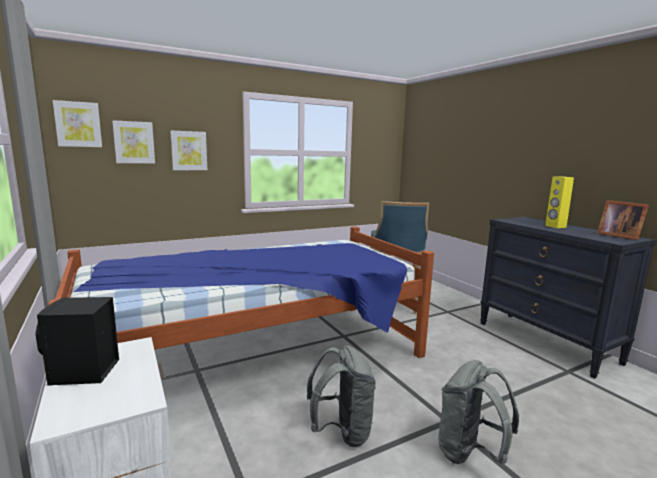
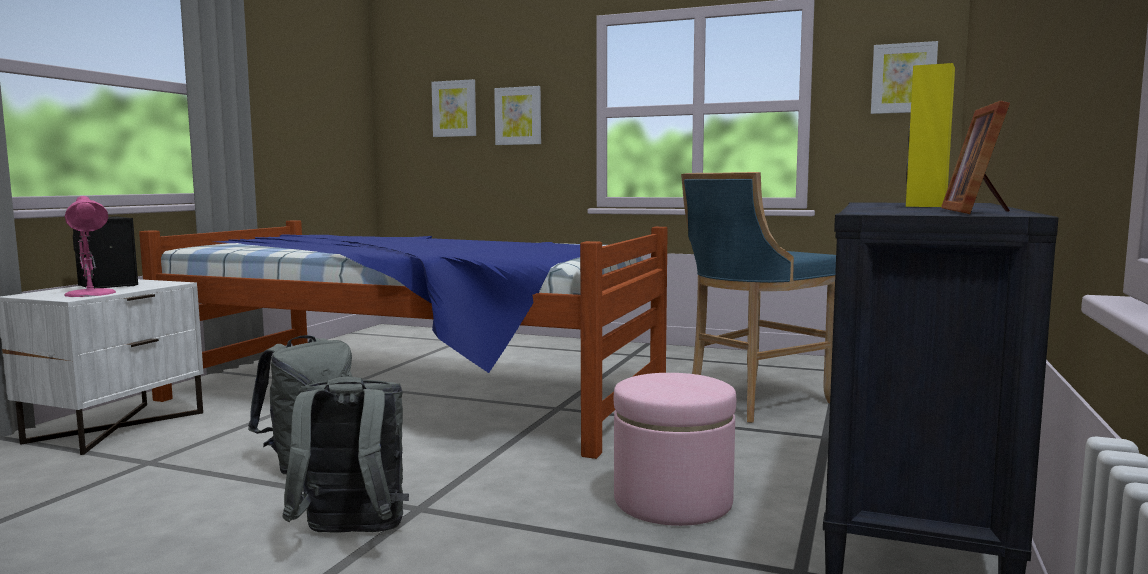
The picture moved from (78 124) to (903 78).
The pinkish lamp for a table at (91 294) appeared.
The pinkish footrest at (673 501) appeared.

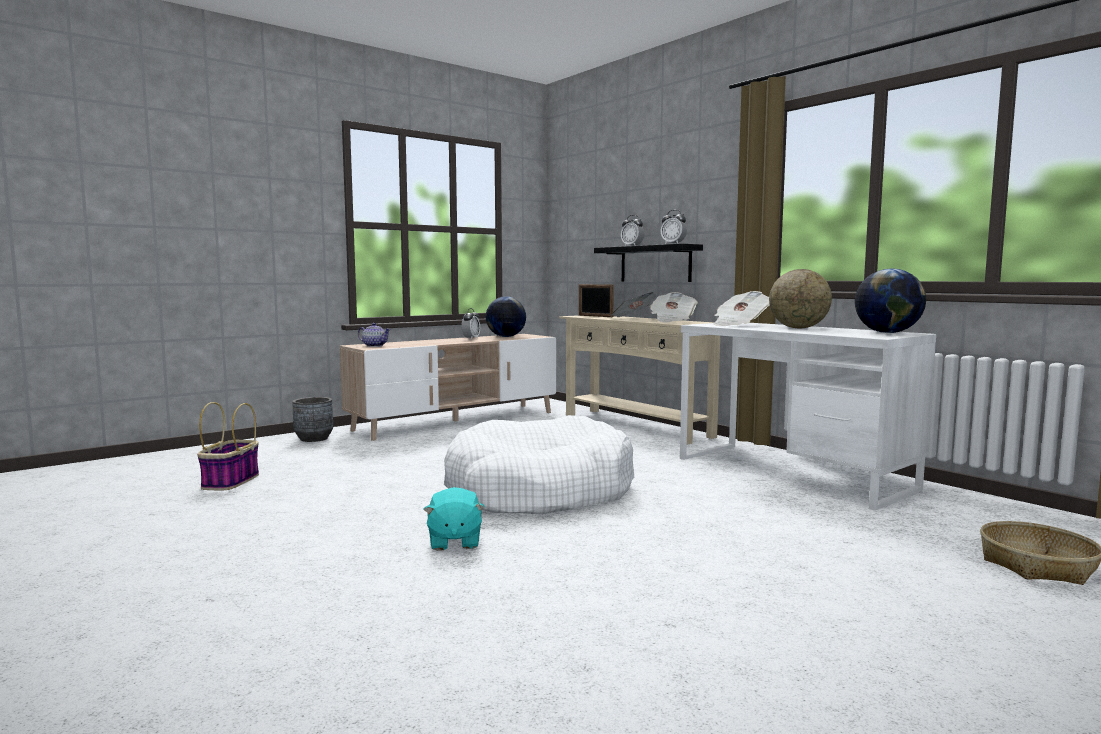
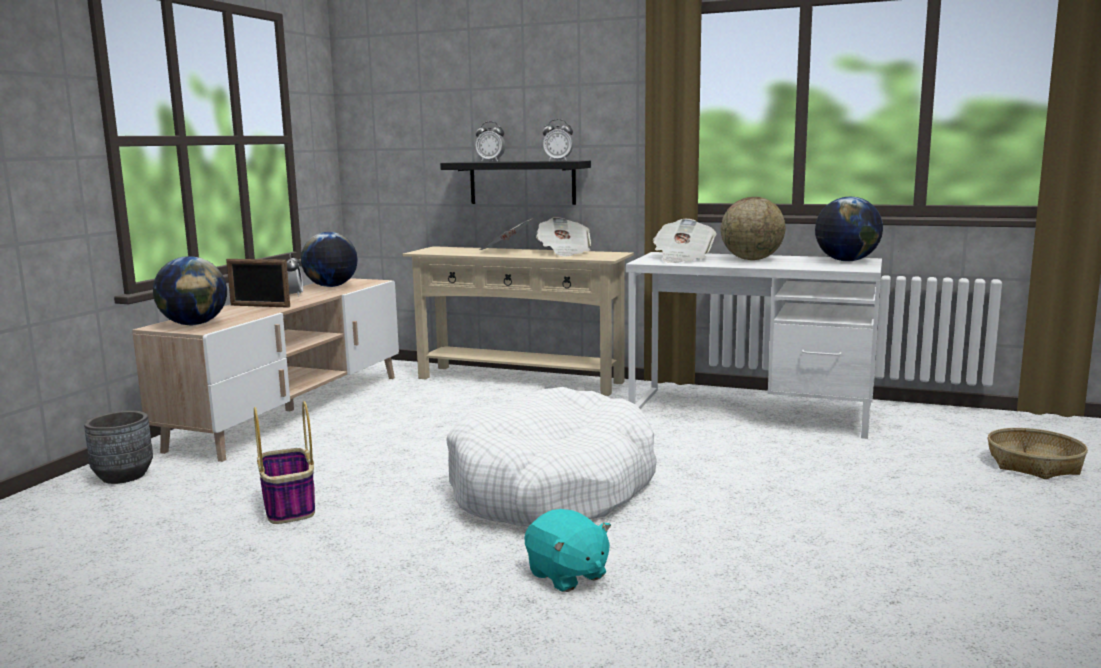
The photo frame moved from (595 316) to (260 306).
The teapot at (374 346) was replaced by the globe at (194 324).
The storage basket moved from (230 482) to (289 507).

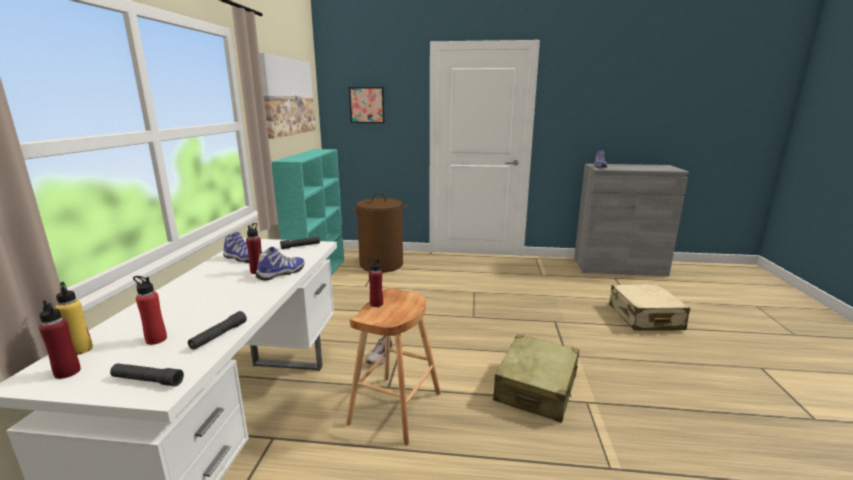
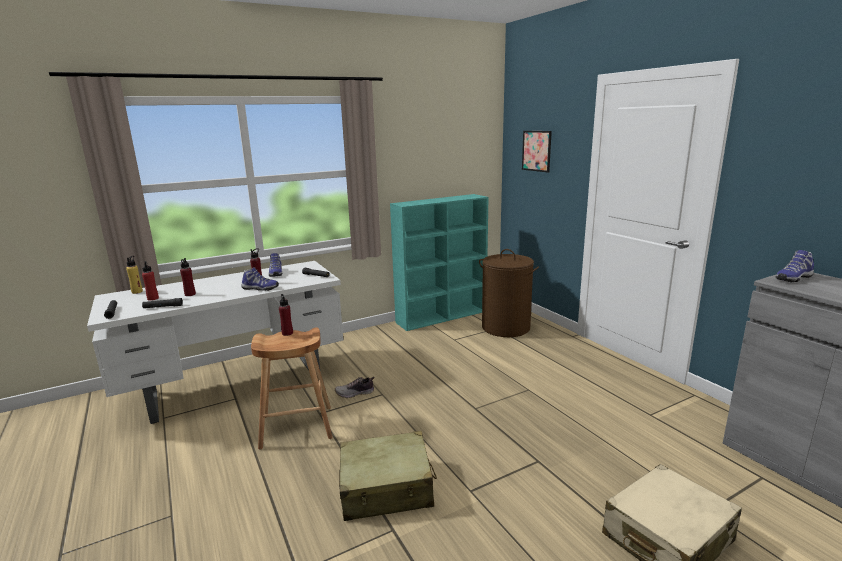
The picture at (287 97) disappeared.
The red-coloured beverage bottle moved from (67 372) to (190 294).

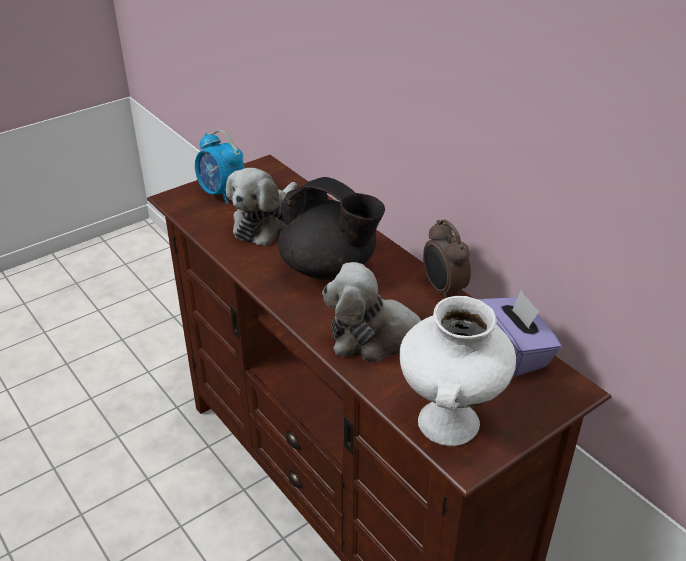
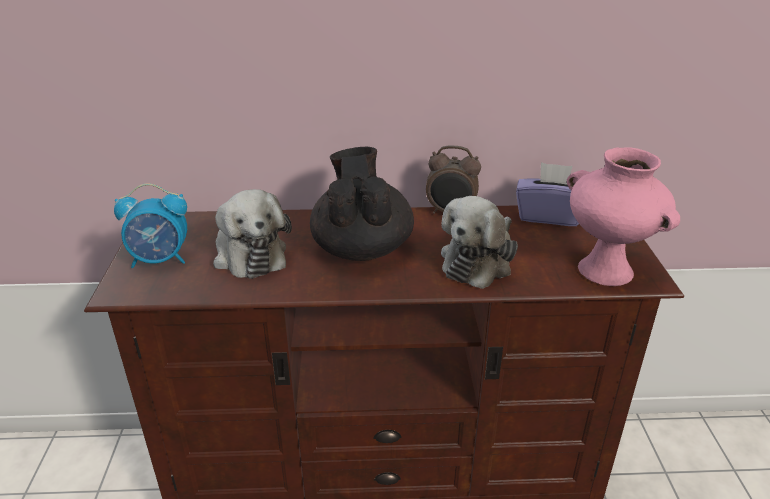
The blackish teapot at (329 268) turned 75 degrees counterclockwise.
The whitish vase at (450 424) became the pinkish vase at (607 270).

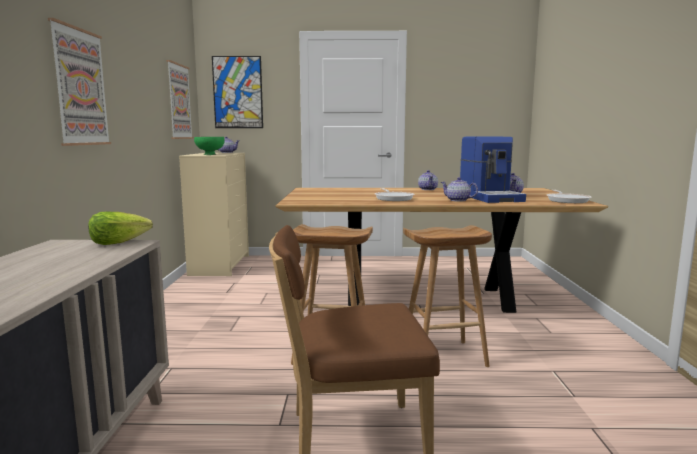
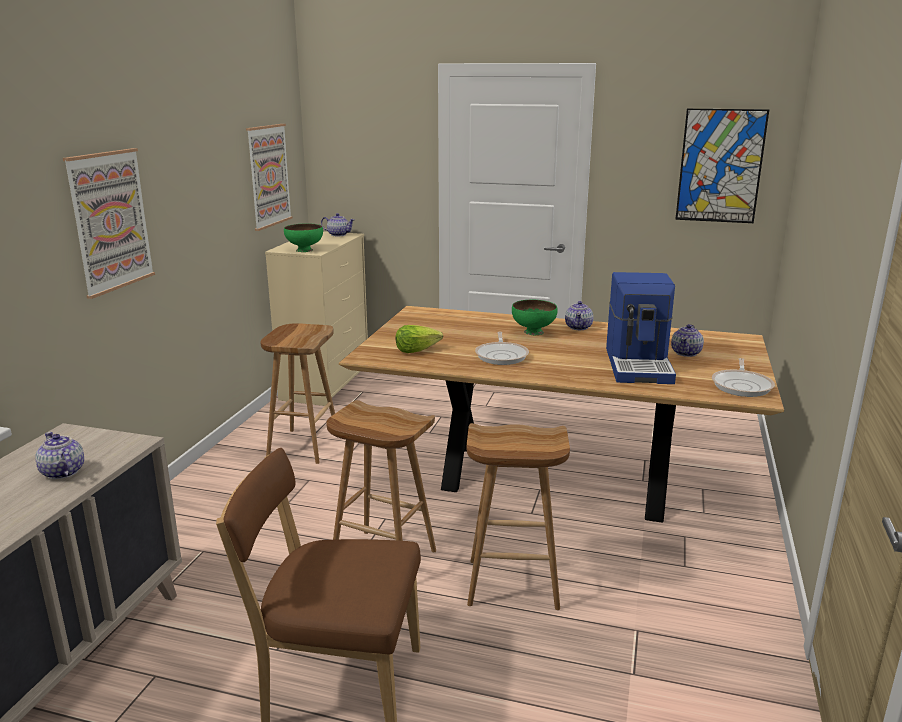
The picture moved from (237 92) to (720 166).
The teapot moved from (458 200) to (62 472).
The lettuce moved from (119 242) to (416 350).
The green serving bowl at (533 332) appeared.
The brownish sitting stool at (303 445) appeared.

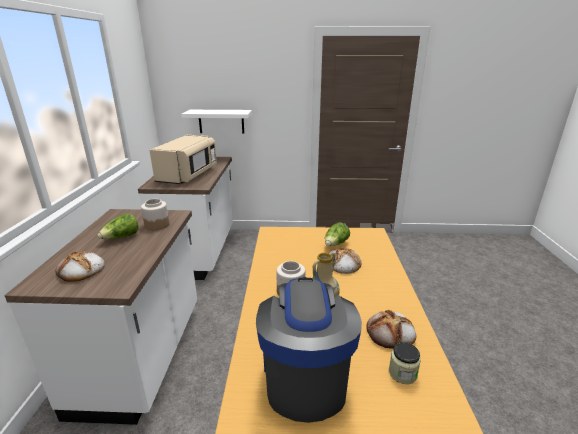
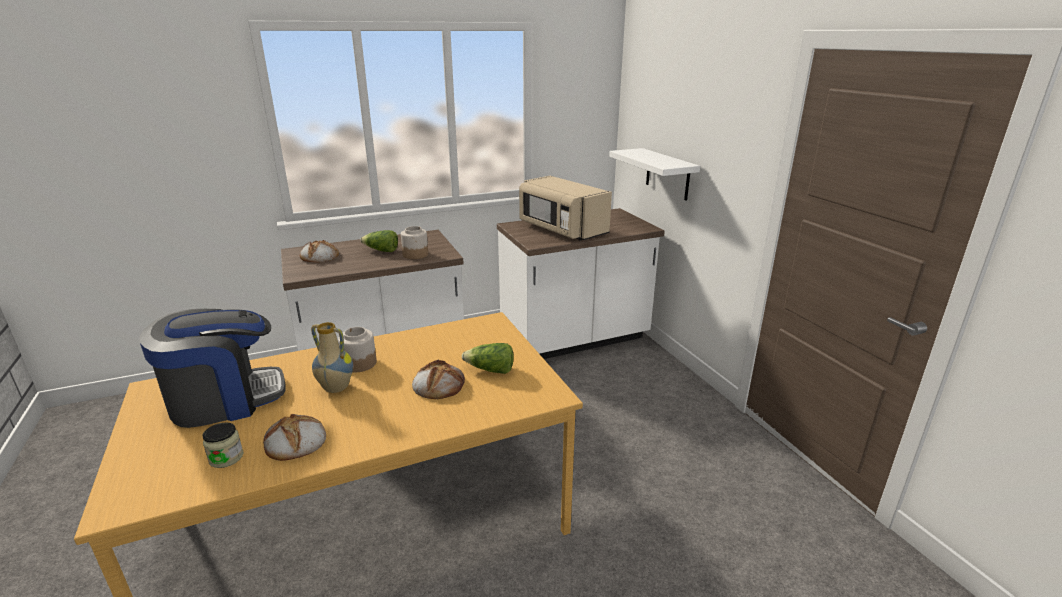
The beige microwave at (188 175) turned 60 degrees clockwise.

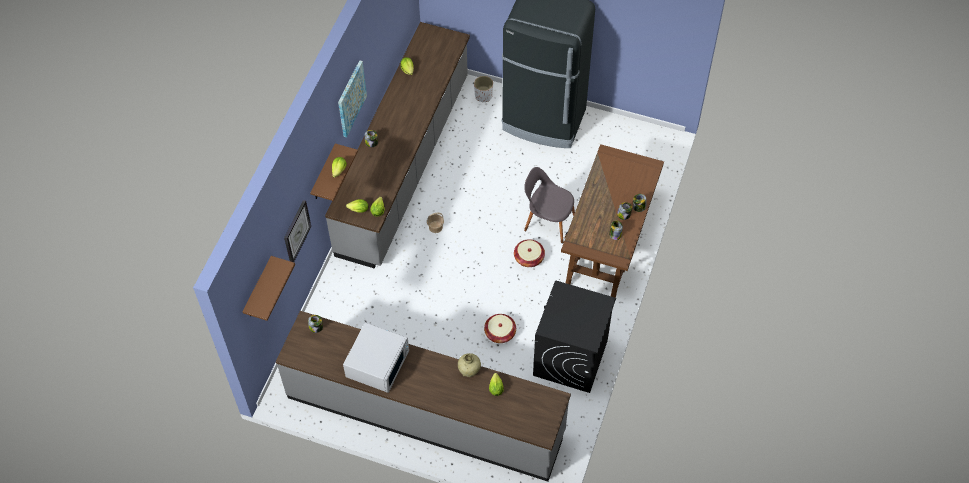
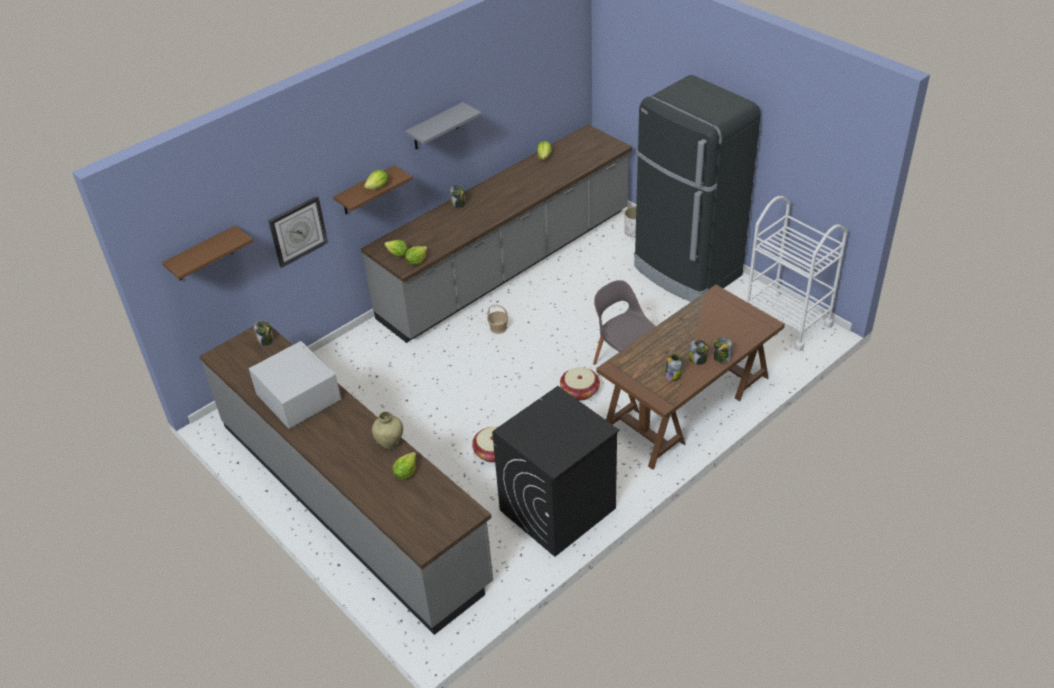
The picture at (351 98) was replaced by the grey wall shelf at (435 127).
The whitish microwave at (378 363) turned 90 degrees counterclockwise.
The whitish wheeled cart at (787 321) appeared.

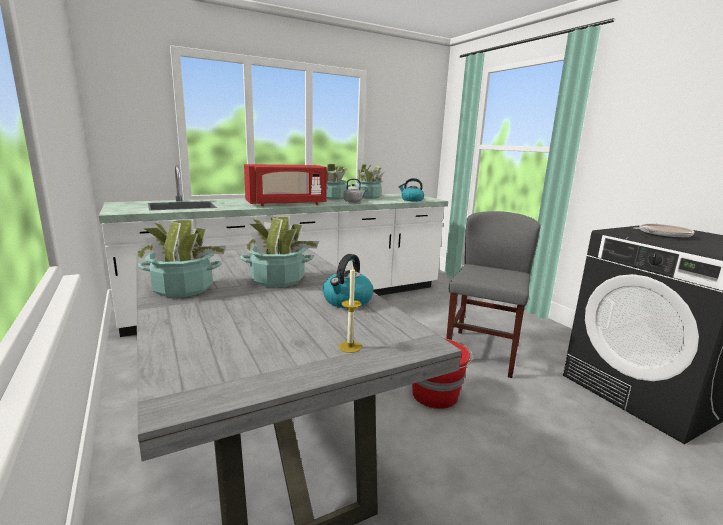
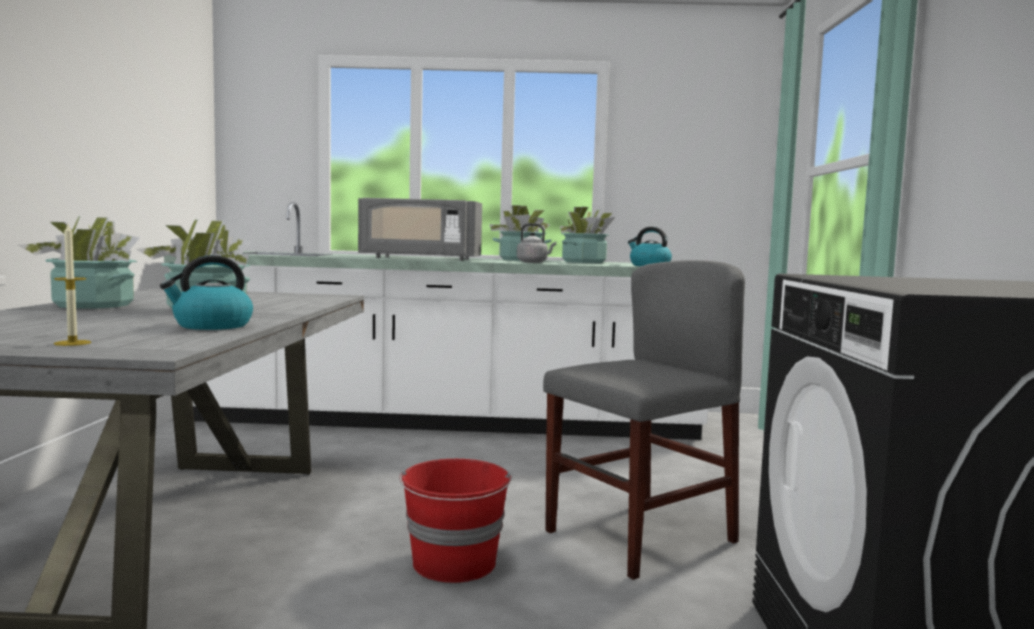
The red-coloured microwave at (287 204) became the grey microwave at (420 258).
The pan at (662 234) disappeared.

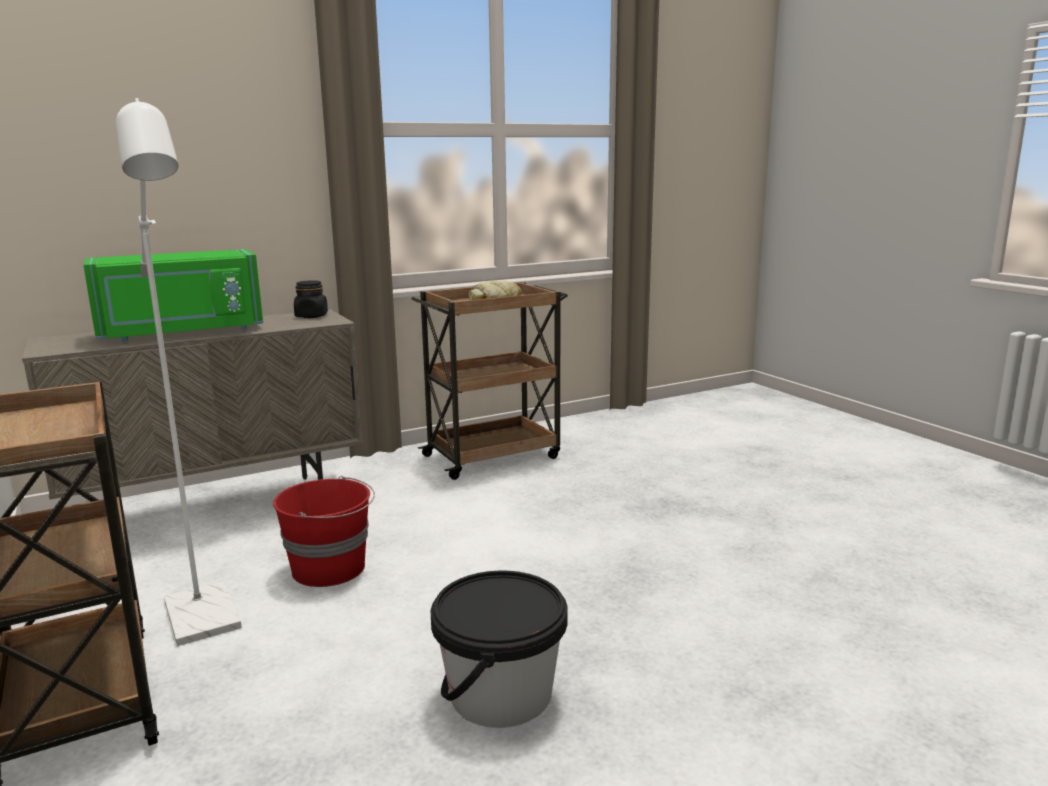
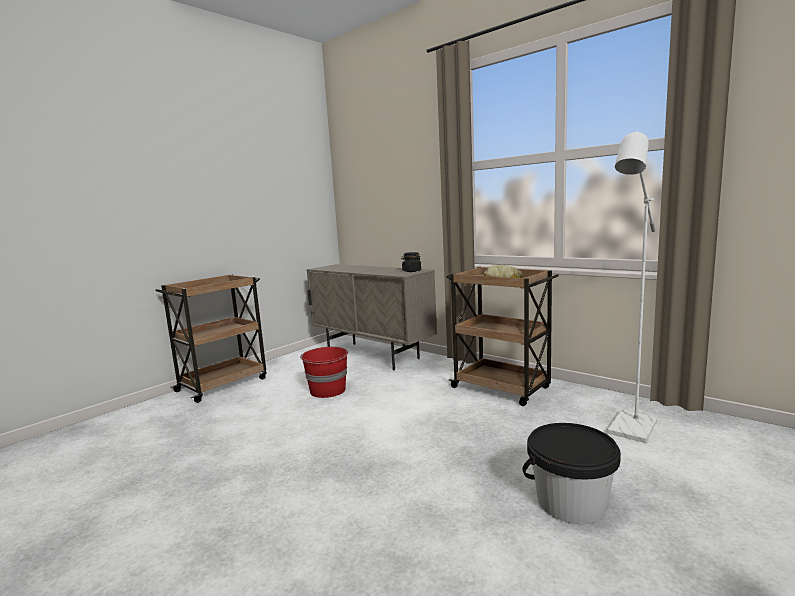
The whitish floor lamp moved from (206 624) to (630 432).
The green microwave at (182 333) disappeared.
The blackish bucket moved from (500 694) to (570 502).

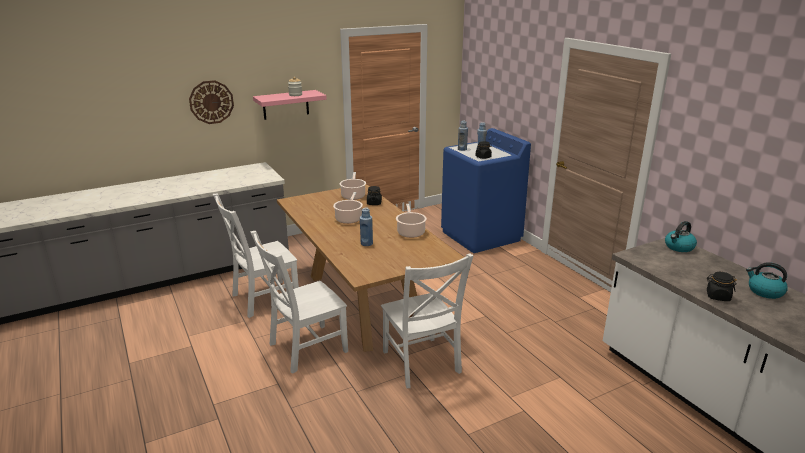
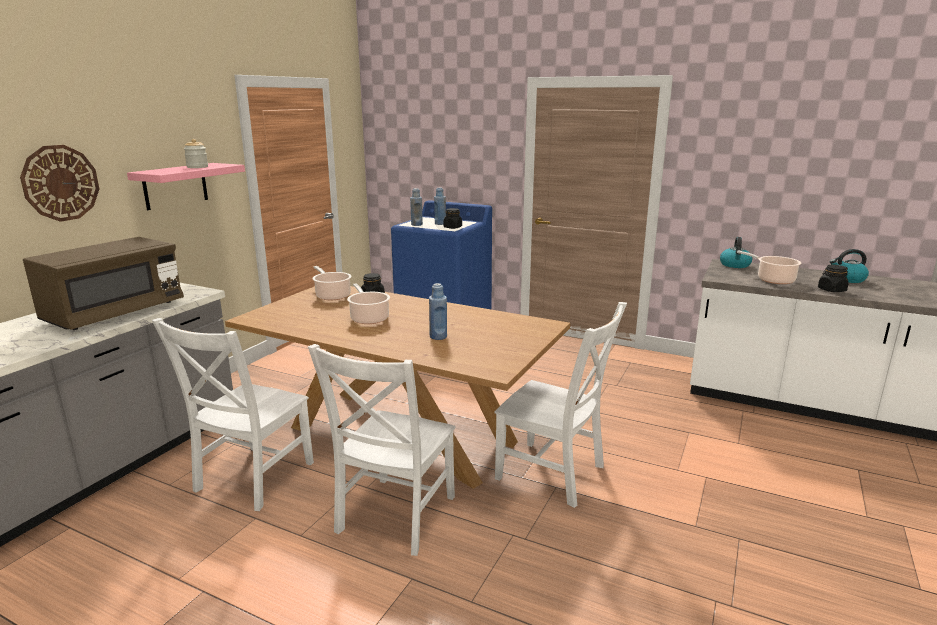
The stockpot moved from (410 232) to (773 280).
The brownish microwave at (115 313) appeared.

